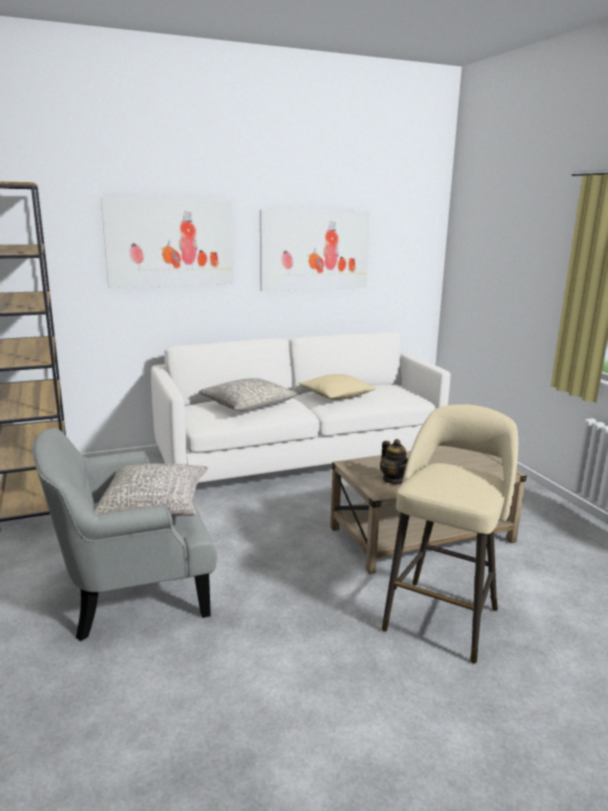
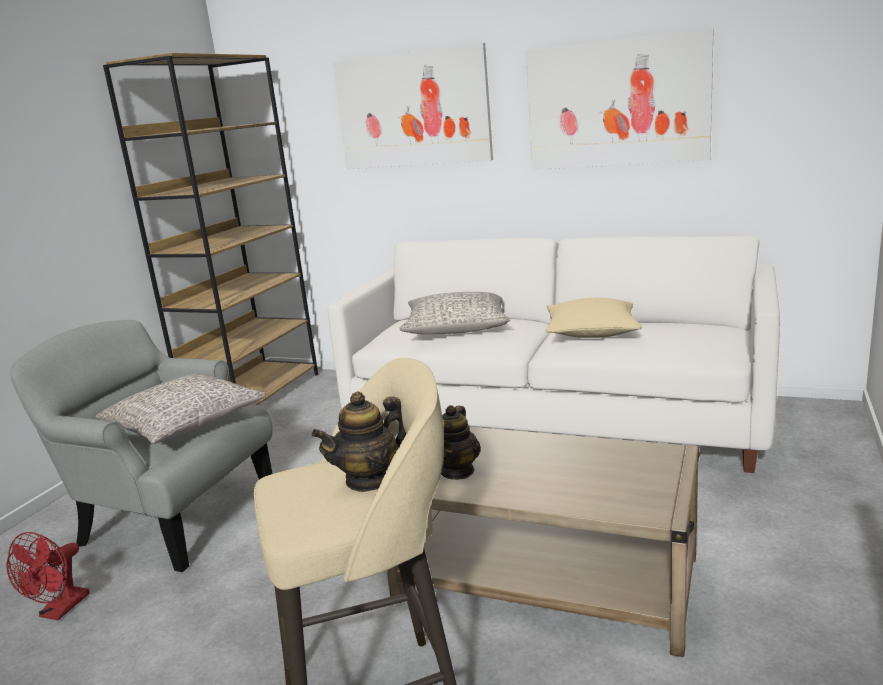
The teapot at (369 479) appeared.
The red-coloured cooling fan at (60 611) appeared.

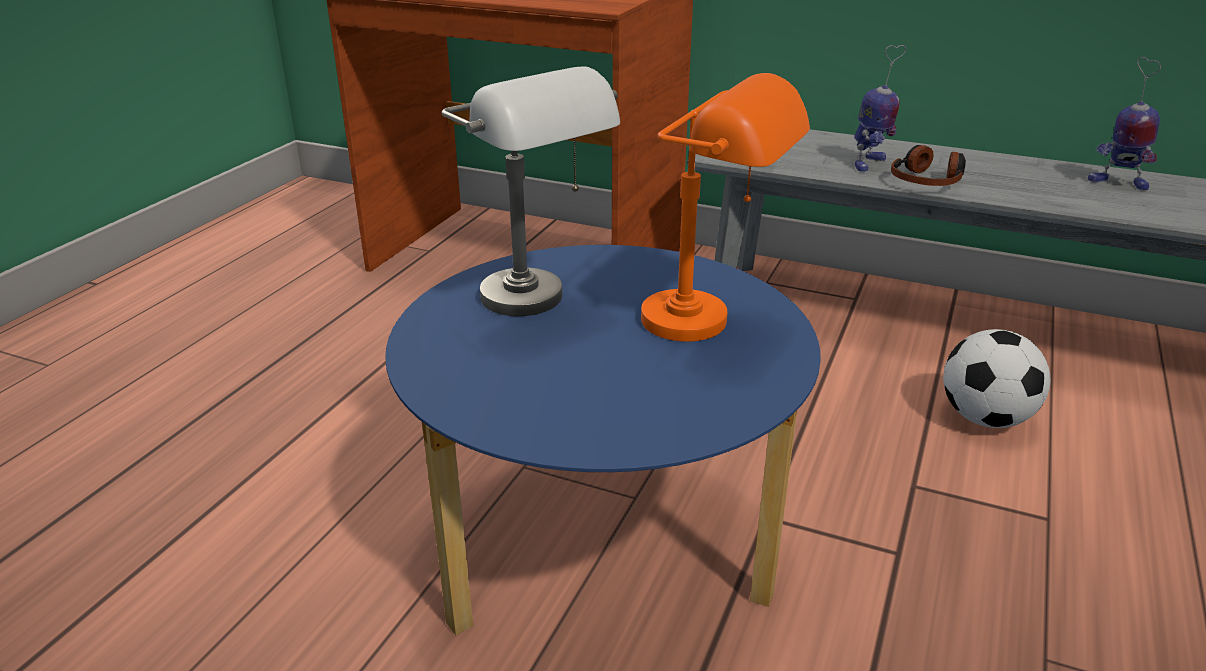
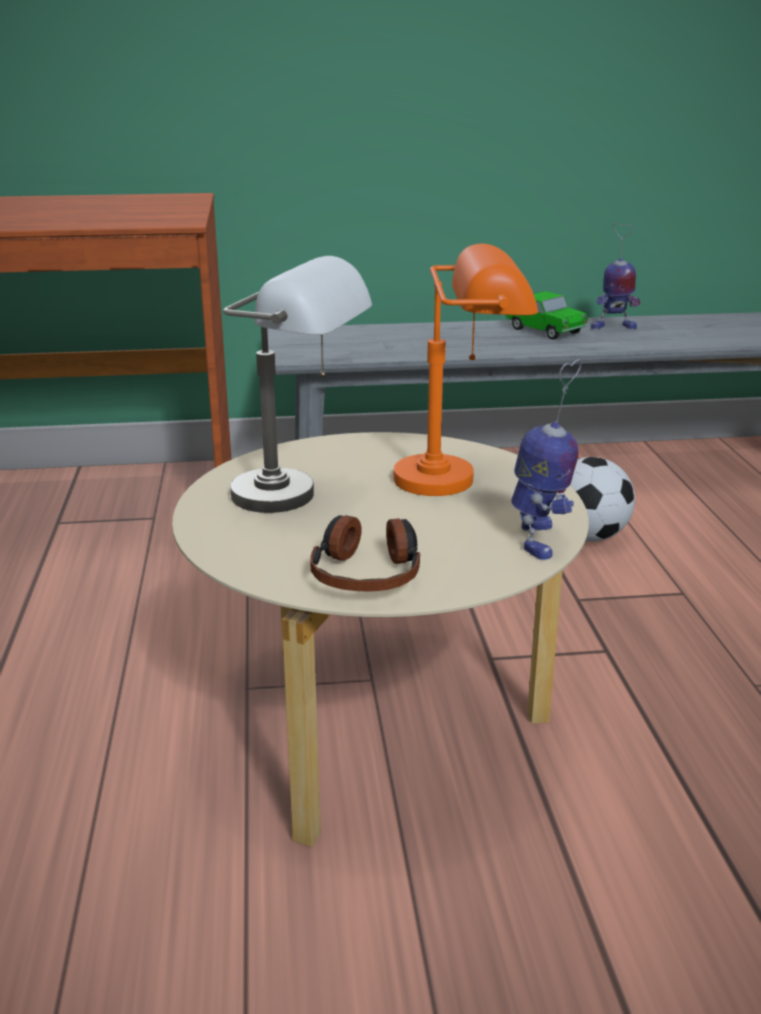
The robot figure moved from (869 164) to (539 541).
The headset moved from (927 180) to (367 572).
The blue low table at (603 549) became the beige low table at (380 728).
The model car at (545 331) appeared.

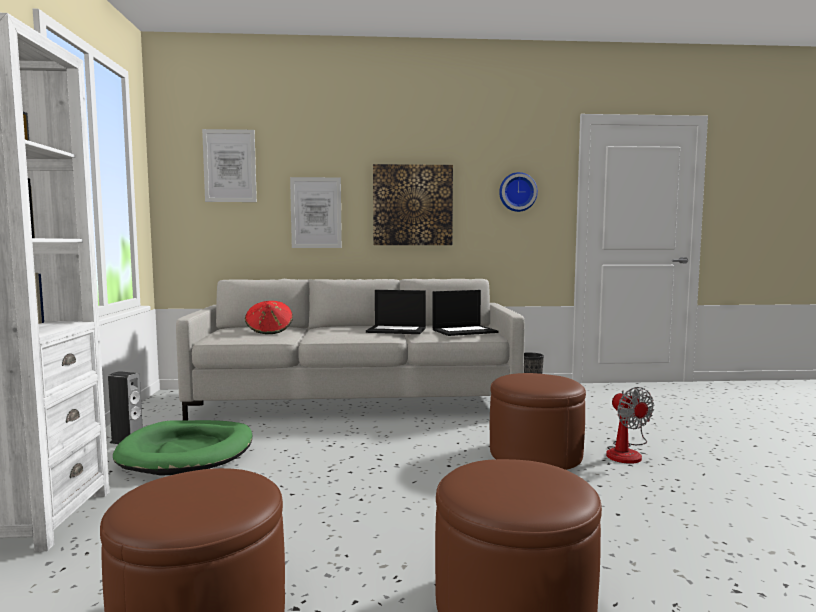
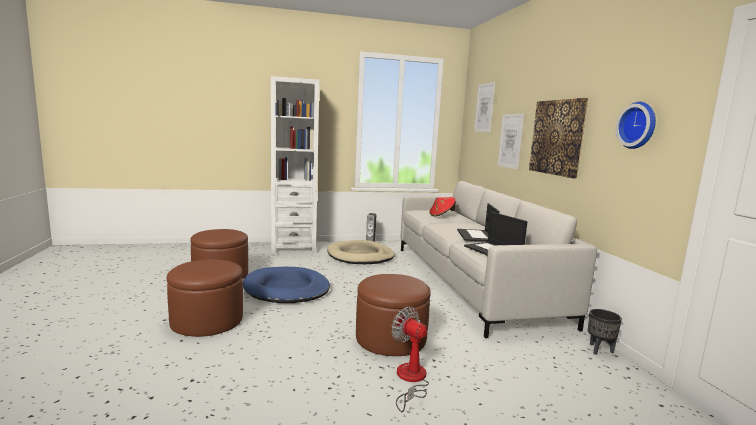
The cooling fan at (626 453) turned 75 degrees clockwise.
The green dog cushion at (187 452) became the beige dog cushion at (360 256).
The blue dog cushion at (286 289) appeared.

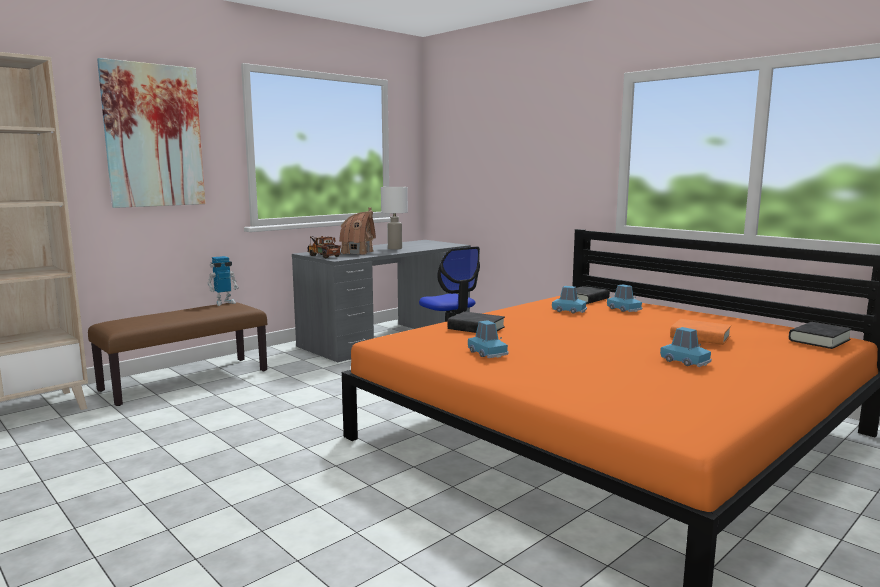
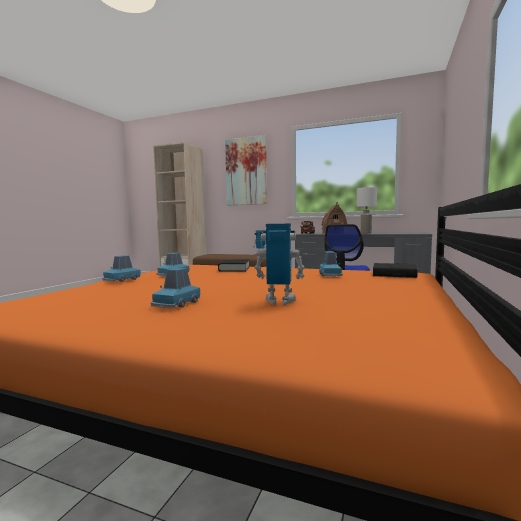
The blue model car moved from (624 309) to (122 280).
The orangey volume at (700 337) was replaced by the robot figure at (279 301).
The blackish volume at (819 340) disappeared.

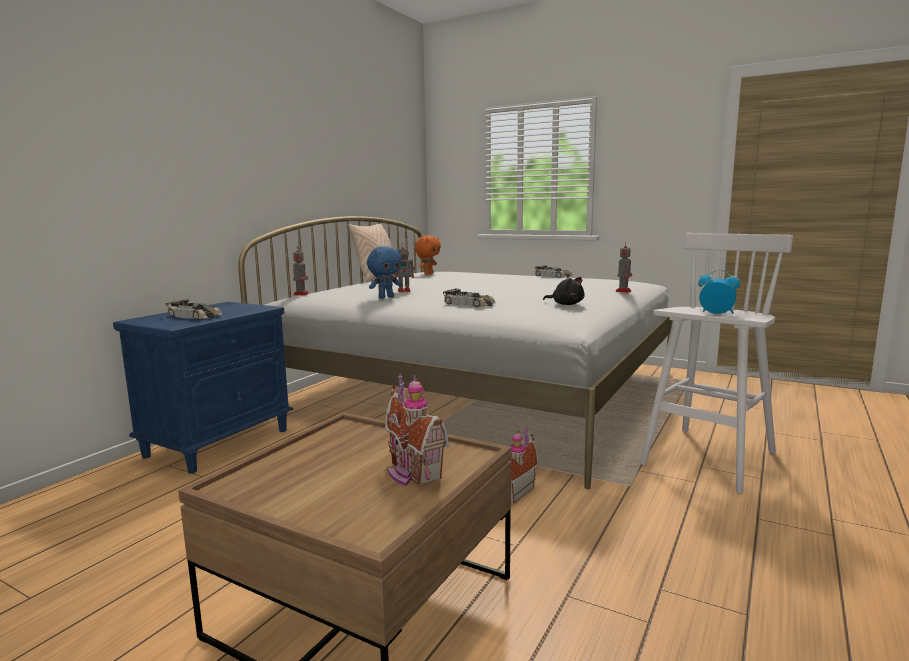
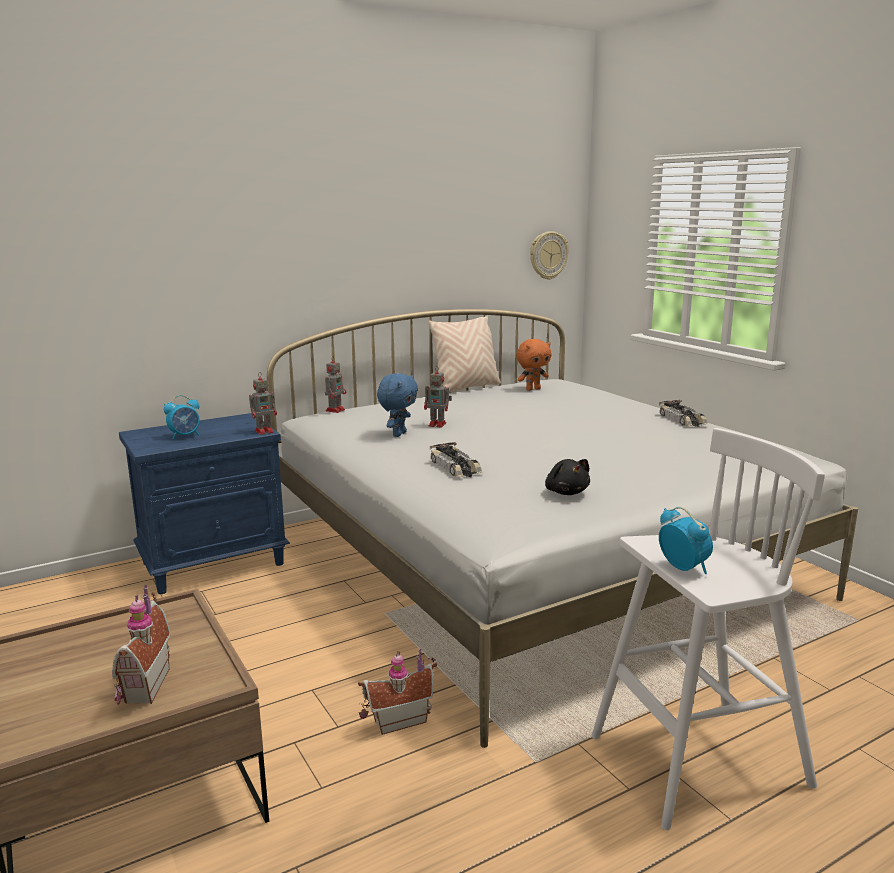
The robot figure moved from (623 291) to (265 431).
The blue cuddly toy at (386 297) turned 60 degrees counterclockwise.
The model car at (195 316) was replaced by the bedside clock at (185 436).
The clock on the wall at (548 255) appeared.

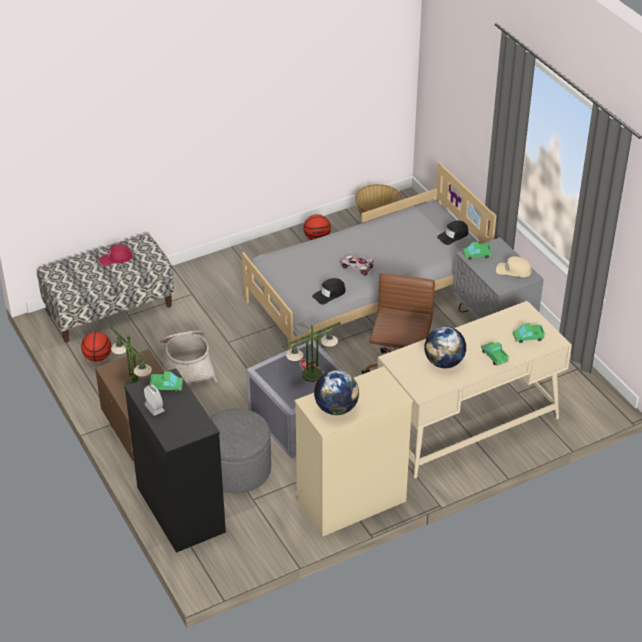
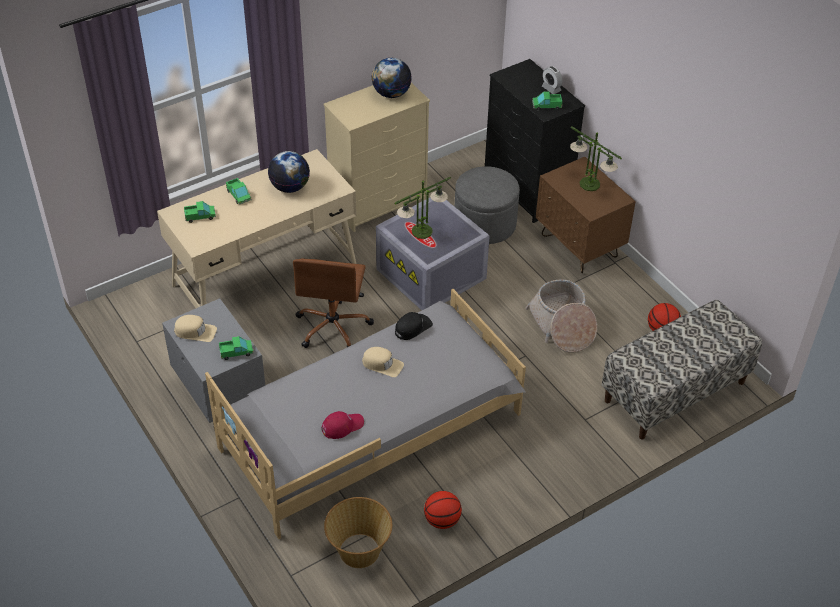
The blackish baseball cap at (453 235) disappeared.
The red-coloured baseball cap moved from (115 258) to (342 426).
The model car at (357 268) was replaced by the beige baseball cap at (382 364).

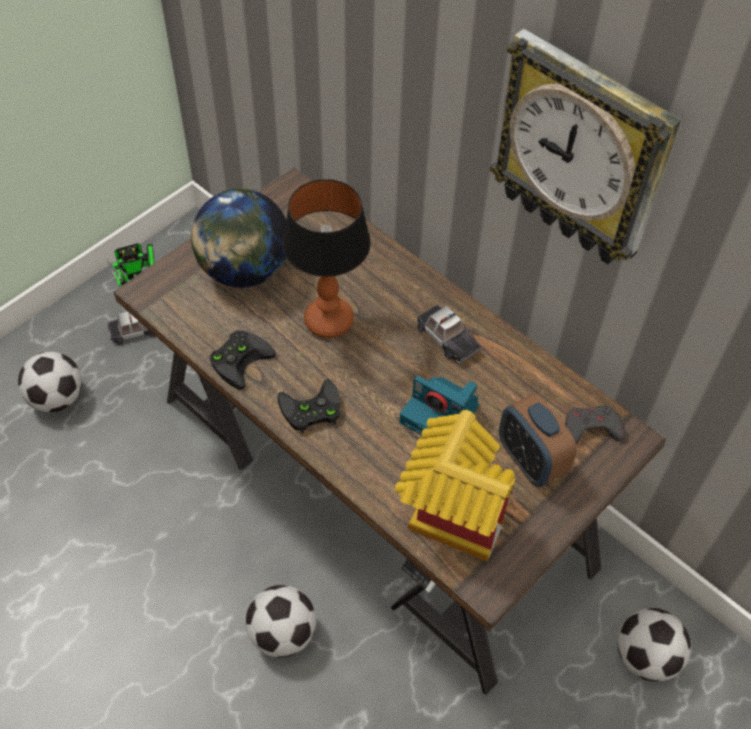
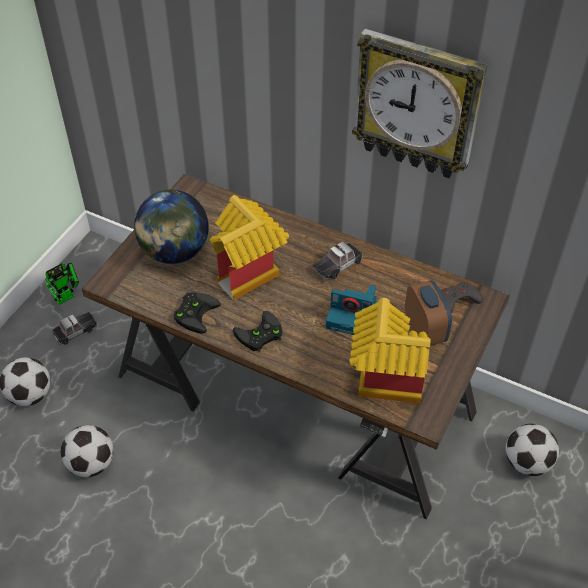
The lamp for a table at (328 321) was replaced by the toy house at (249 273).
The model car at (446 338) turned 105 degrees clockwise.
The bedside clock at (530 460) turned 150 degrees counterclockwise.
The football moved from (282 633) to (91 464).

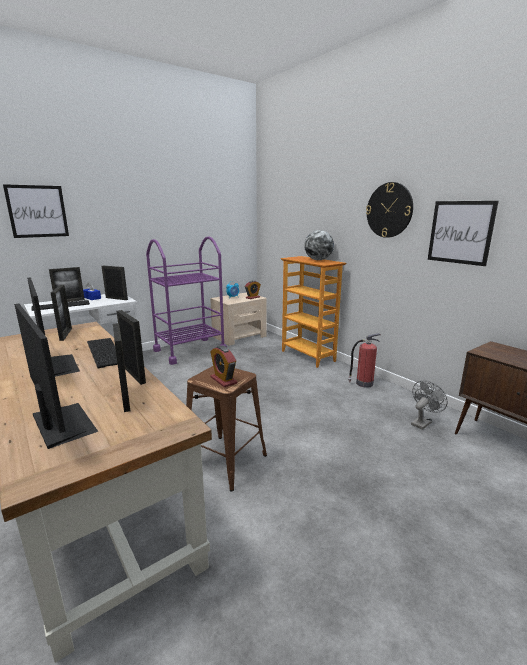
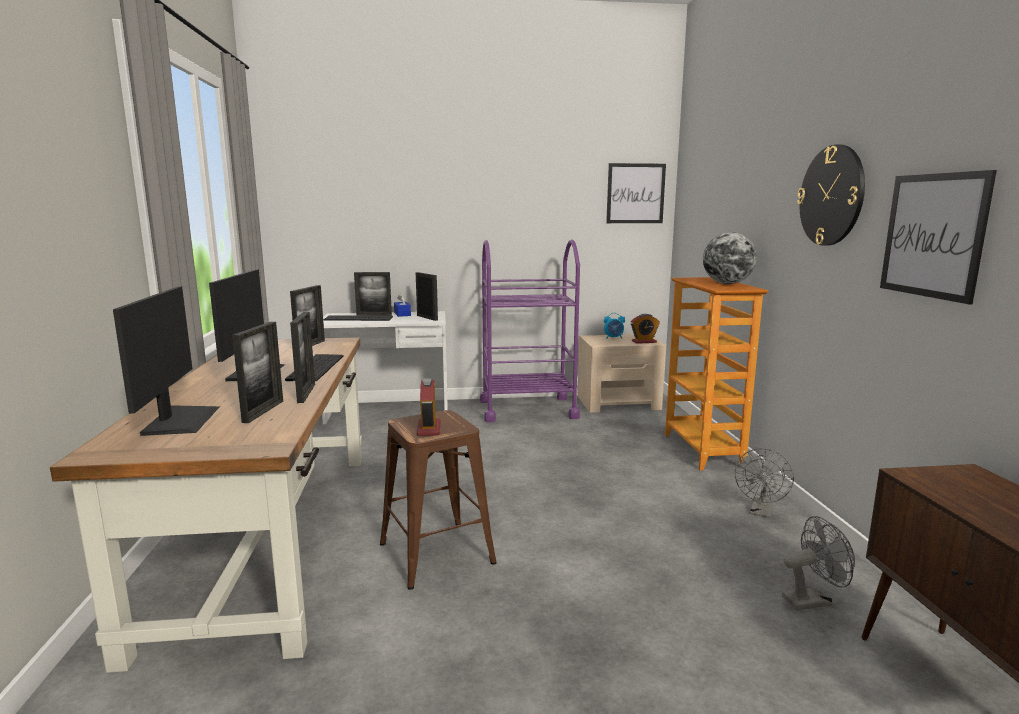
The picture moved from (37 211) to (635 193).
The fire-fighting cylinder at (363 383) was replaced by the grey cooling fan at (760 512).

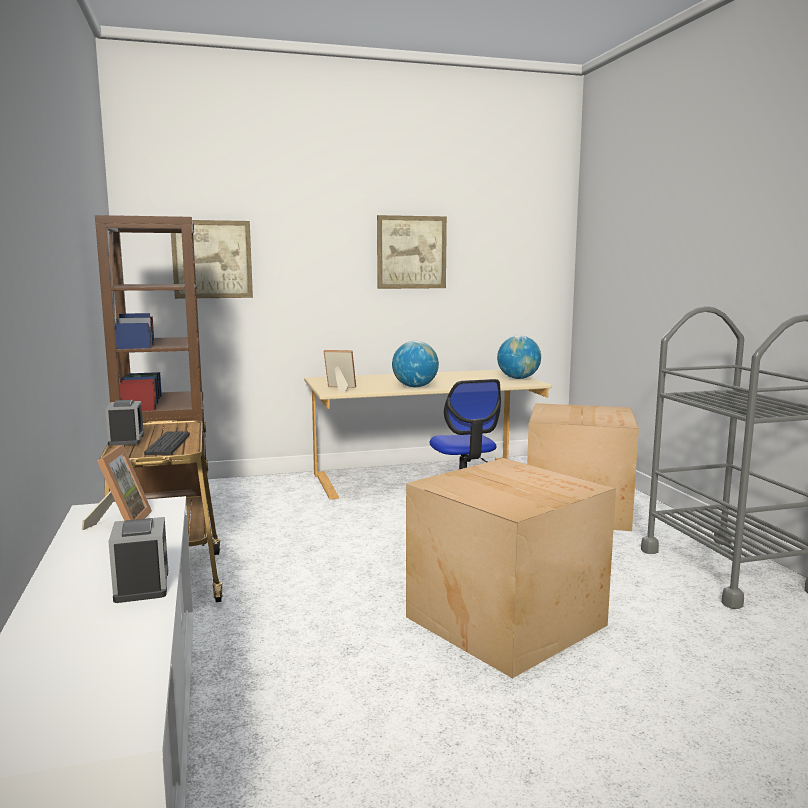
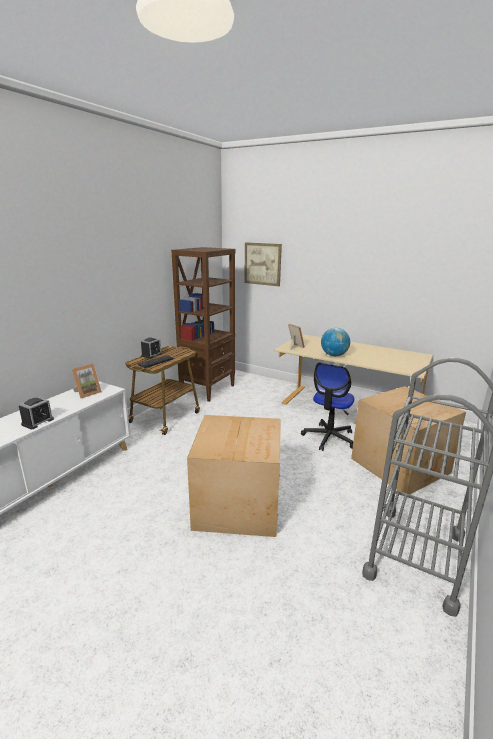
The picture at (411 252) disappeared.
The globe at (518 378) disappeared.

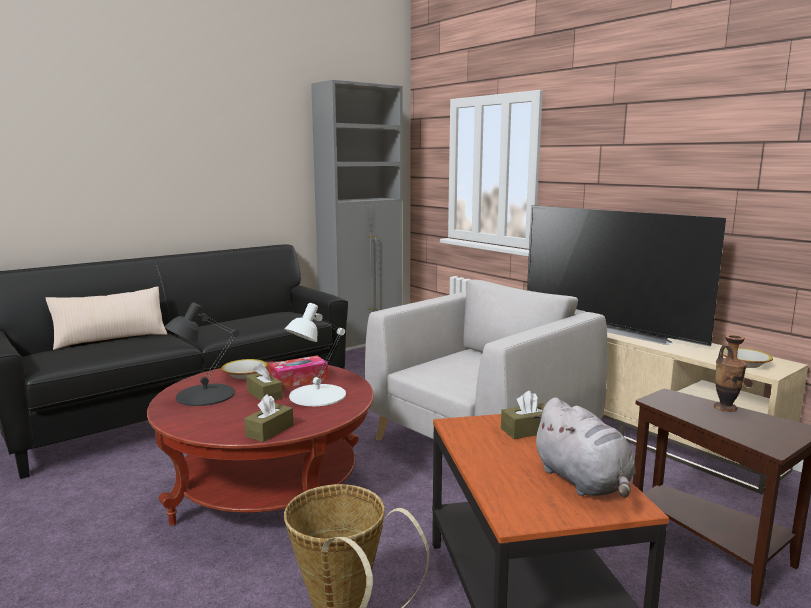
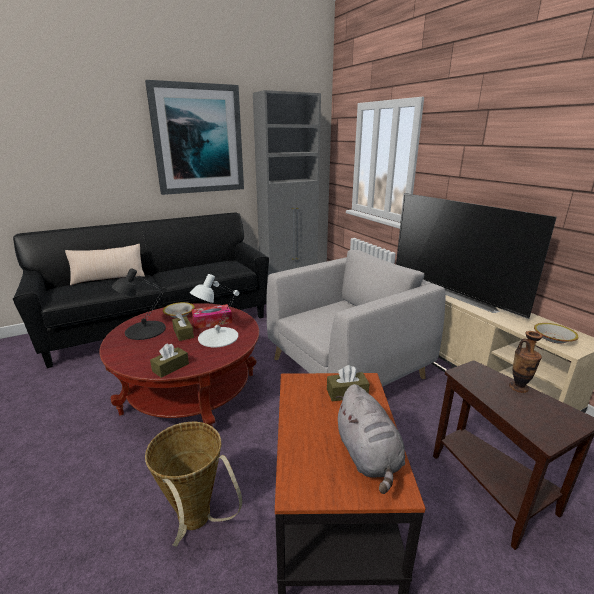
The picture at (198 139) appeared.

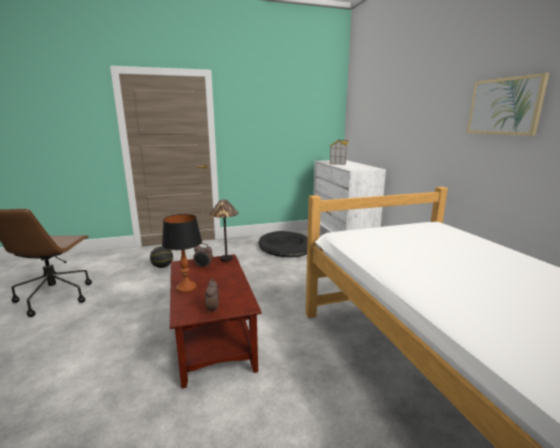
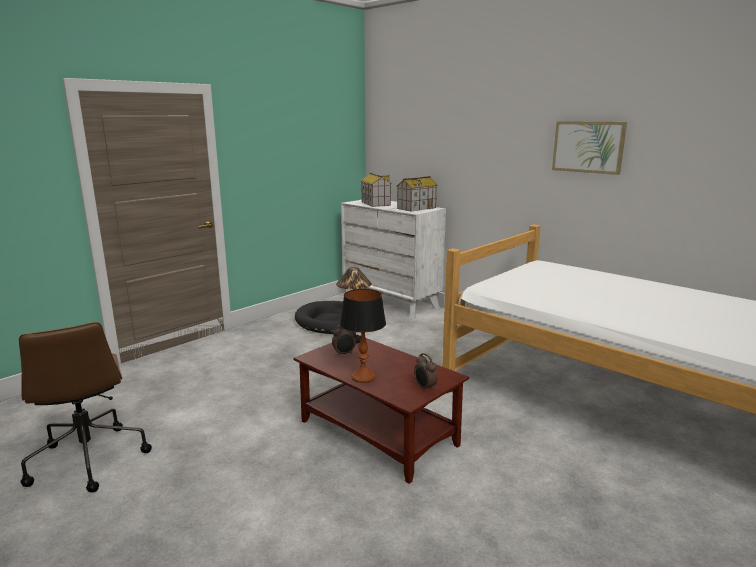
The basketball at (162 267) disappeared.
The toy house at (416 208) appeared.

